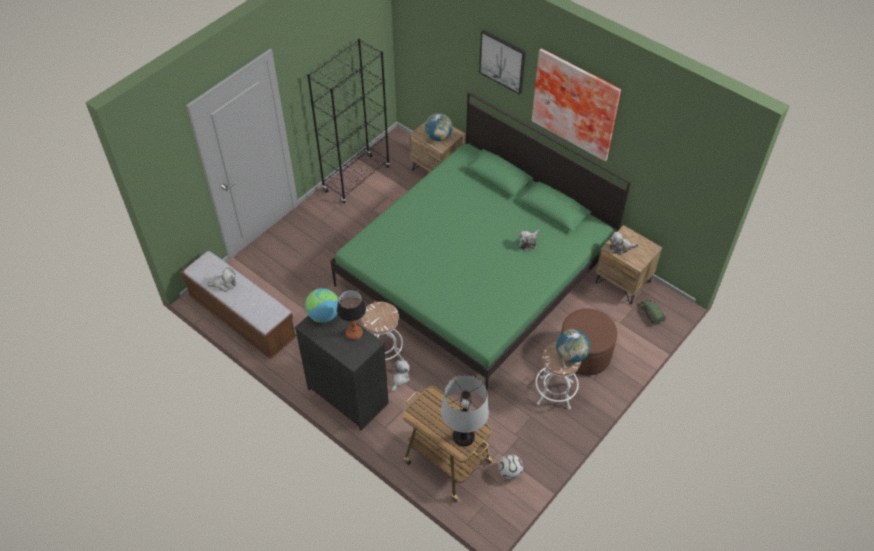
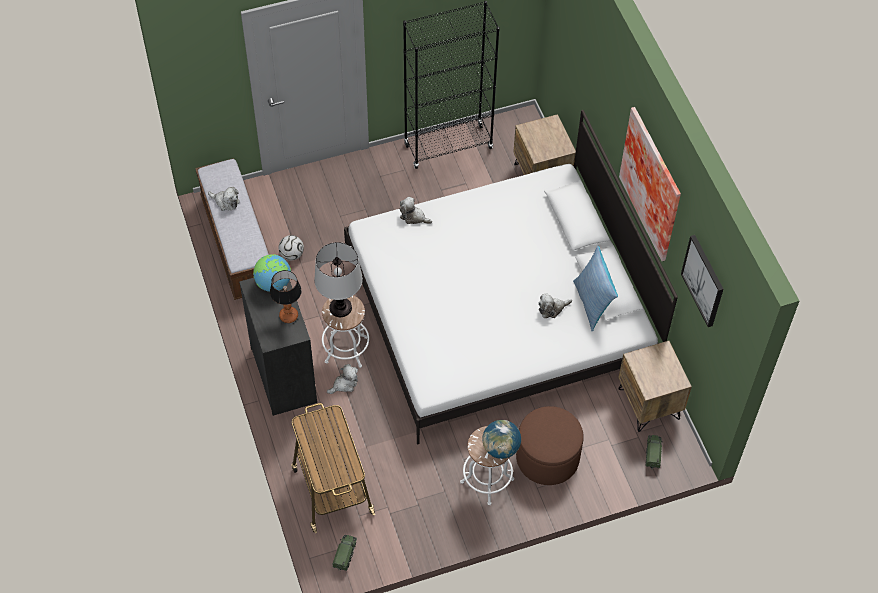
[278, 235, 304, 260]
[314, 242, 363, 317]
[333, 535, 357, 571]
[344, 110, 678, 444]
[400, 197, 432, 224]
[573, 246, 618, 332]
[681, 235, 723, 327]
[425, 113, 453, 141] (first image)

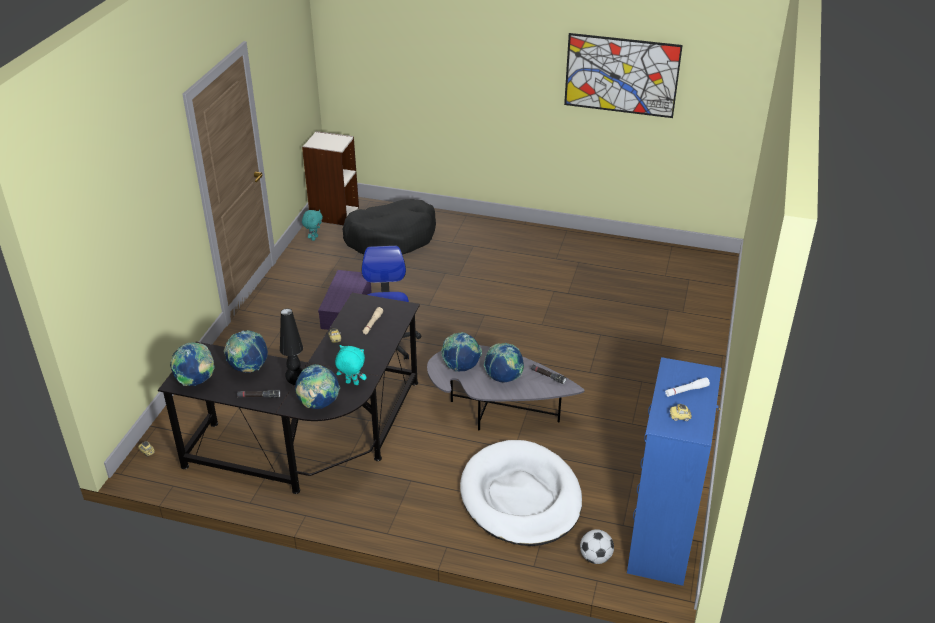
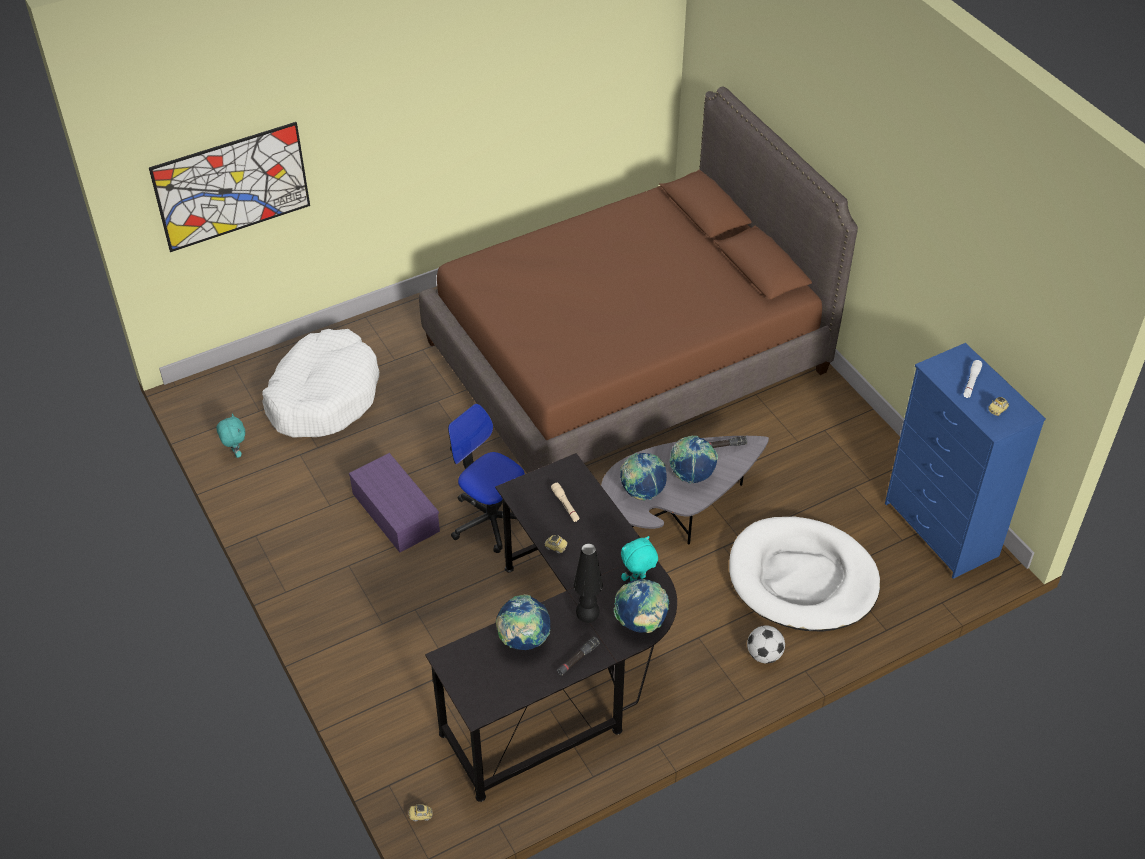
[149, 122, 310, 252]
[262, 329, 379, 438]
[419, 86, 858, 473]
[747, 625, 785, 663]
[170, 342, 215, 386] (first image)
[302, 131, 359, 225] (first image)

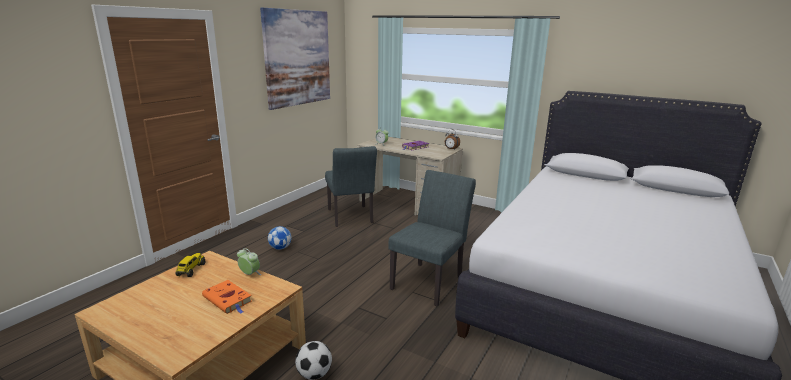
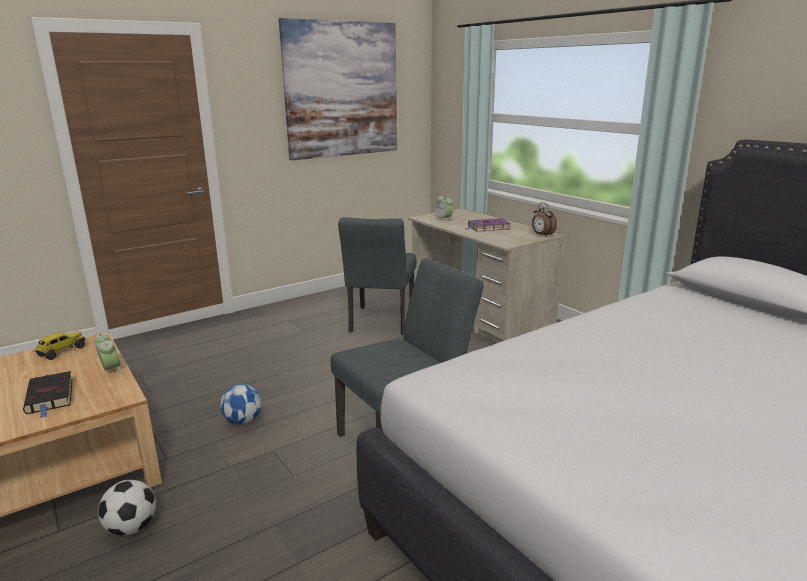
[23, 371, 73, 418]
[220, 384, 262, 425]

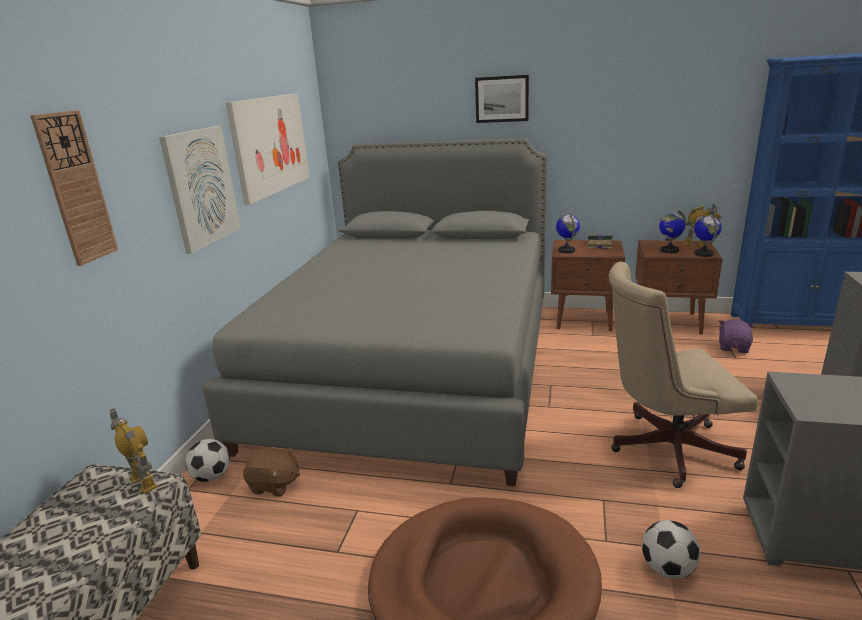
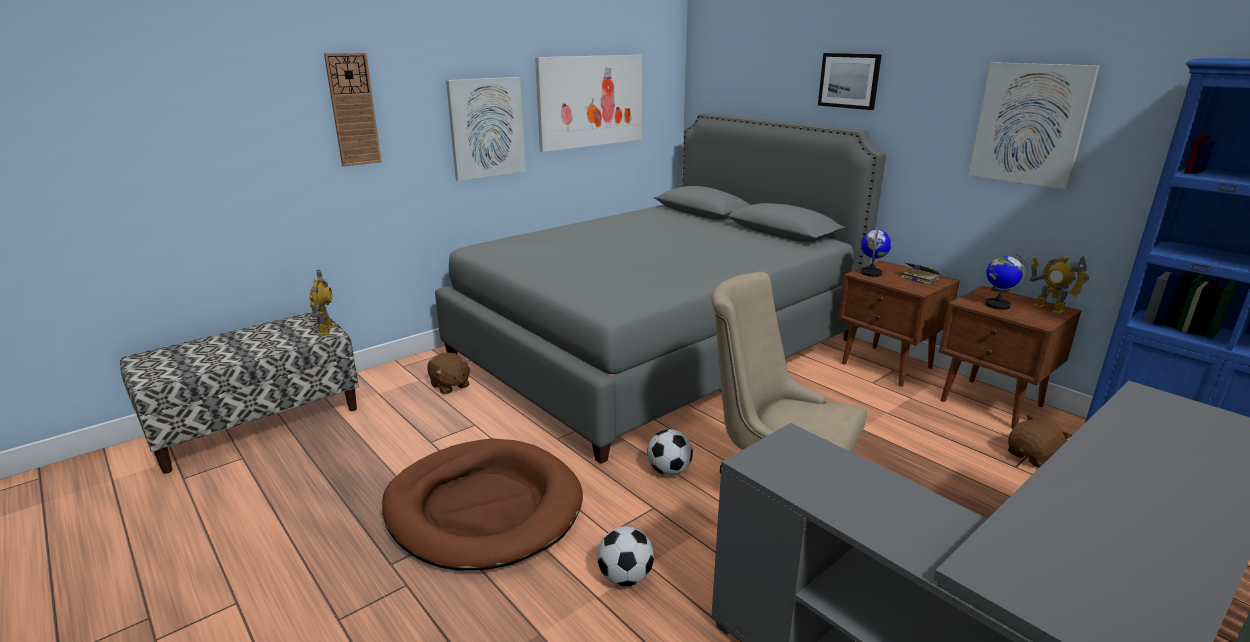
[647, 429, 693, 476]
[969, 62, 1100, 189]
[1008, 415, 1072, 468]
[694, 214, 722, 257] (first image)

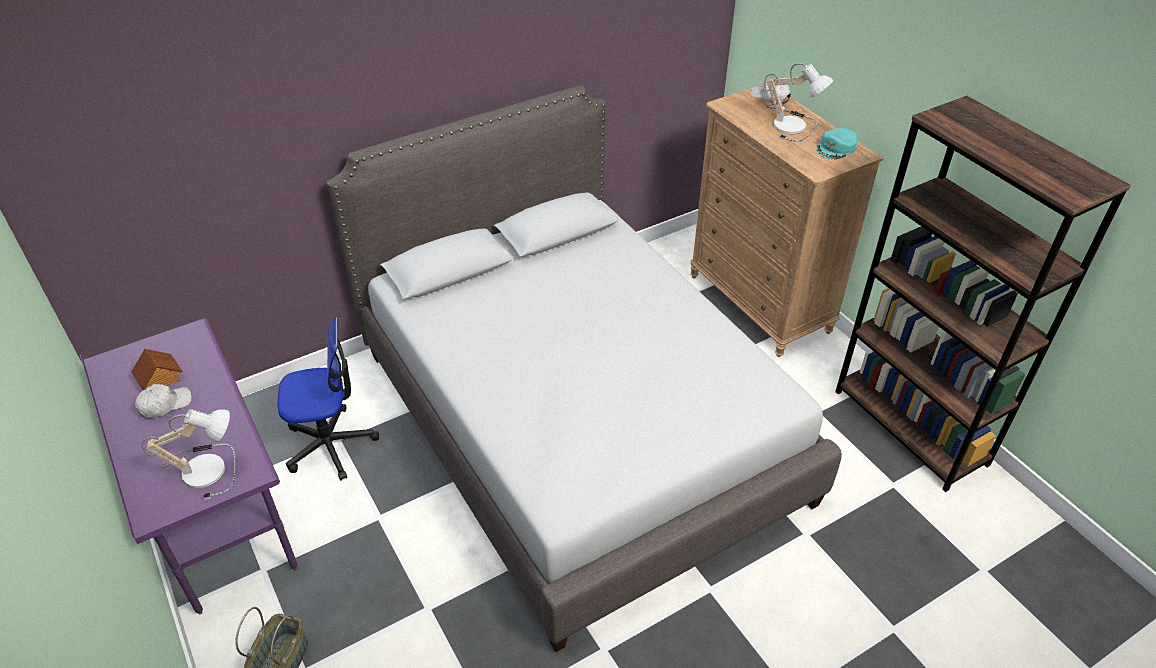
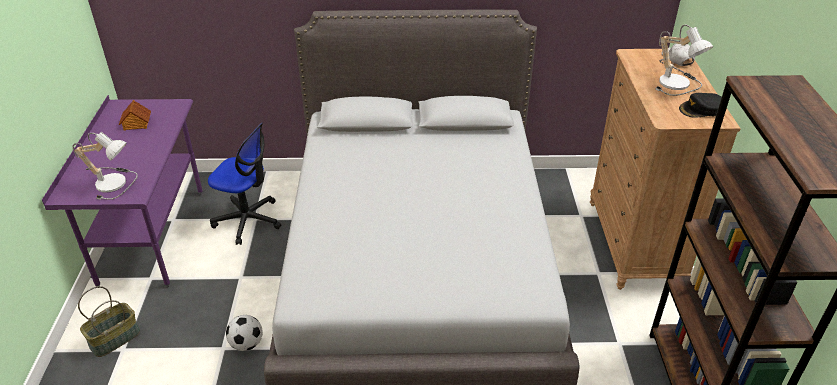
[226, 315, 263, 351]
[679, 93, 722, 118]
[135, 384, 192, 419] (first image)

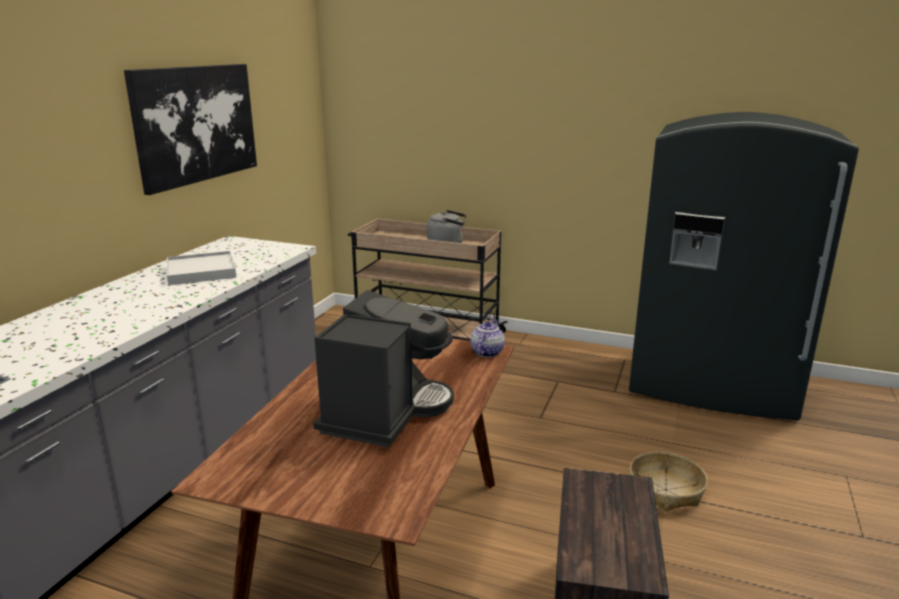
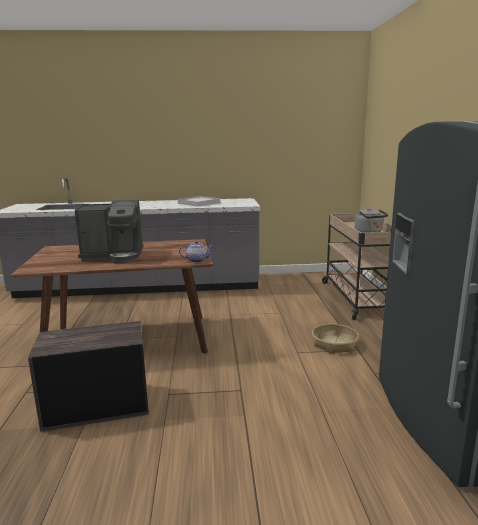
[312, 324, 359, 354]
[124, 64, 257, 195] (first image)

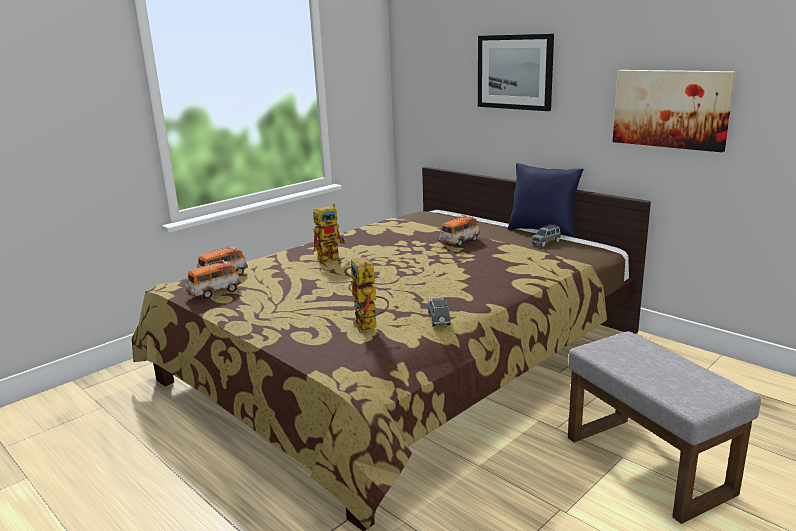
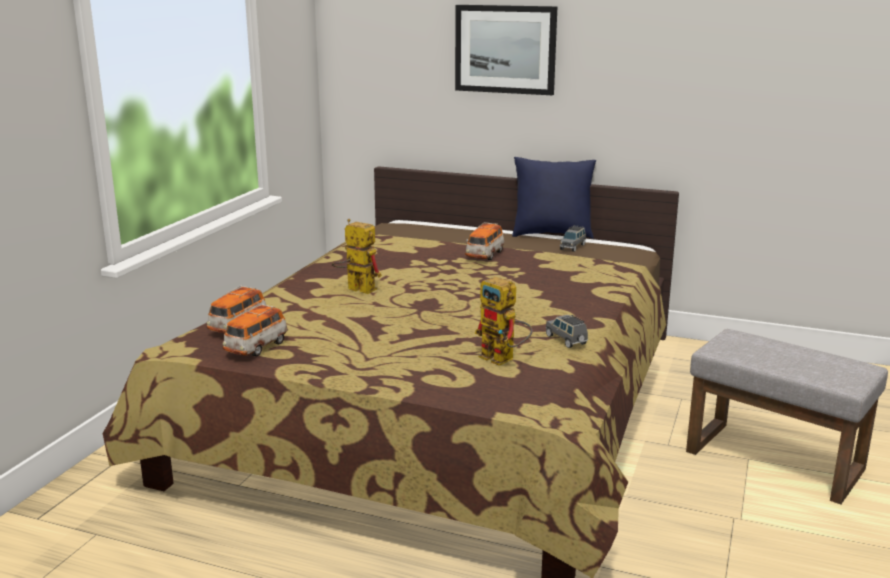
[332, 219, 382, 294]
[612, 70, 735, 152] (first image)

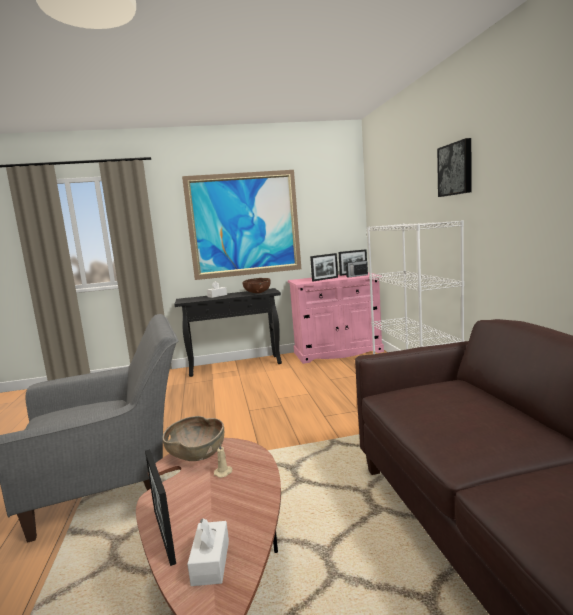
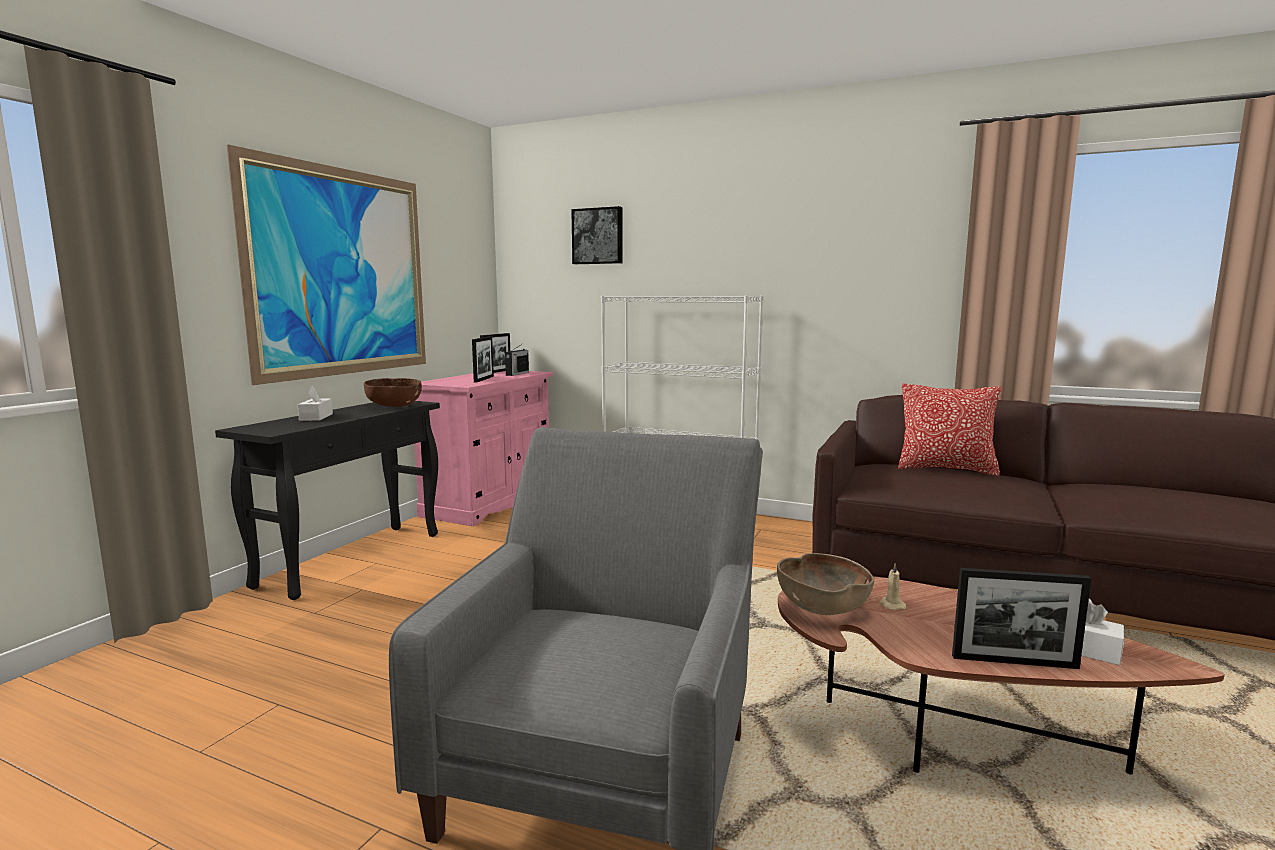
[571, 206, 623, 264]
[898, 384, 1002, 476]

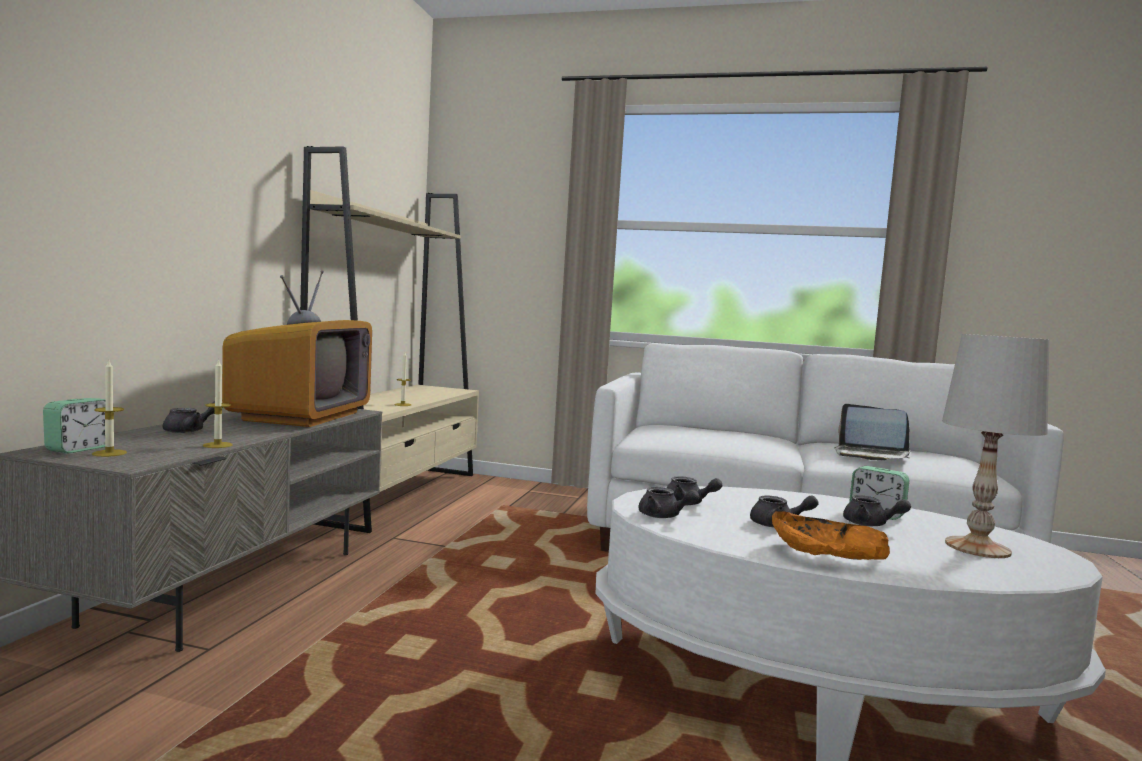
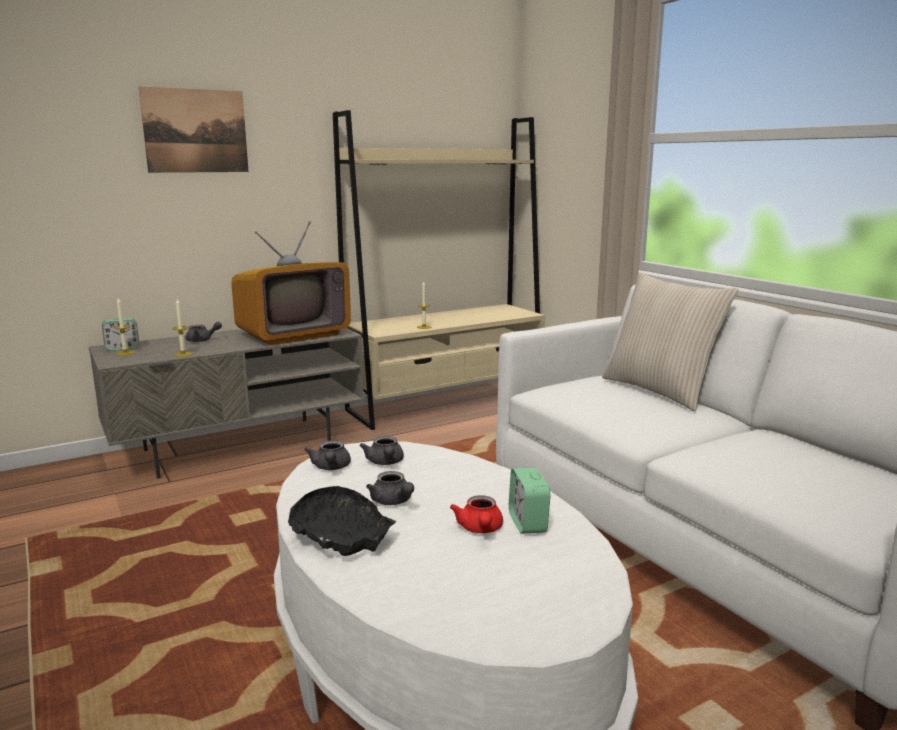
[139, 87, 249, 173]
[288, 486, 396, 556]
[450, 495, 503, 533]
[602, 272, 738, 411]
[835, 404, 910, 460] (first image)
[942, 334, 1049, 558] (first image)

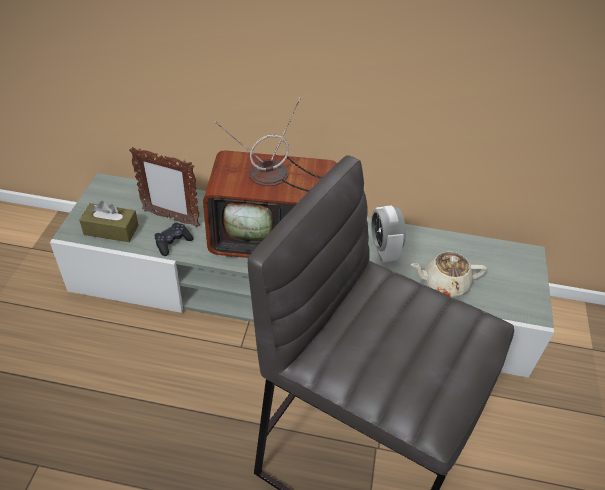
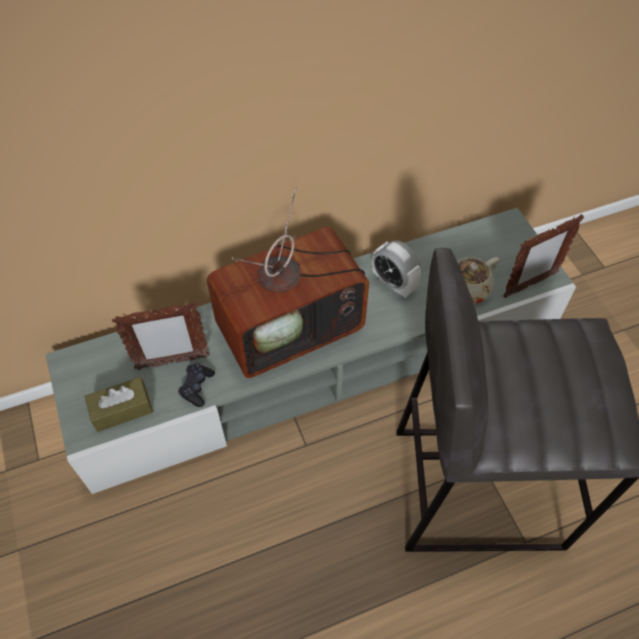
[503, 214, 584, 298]

